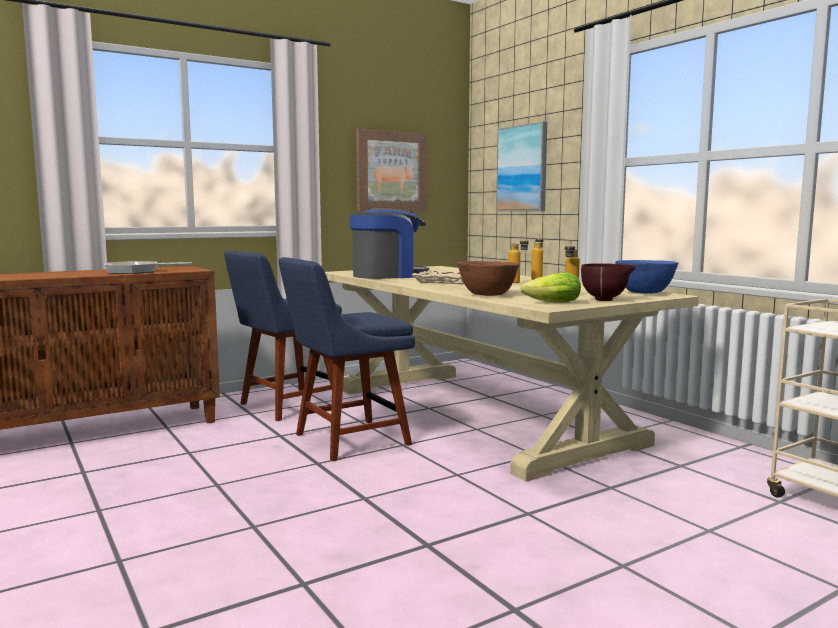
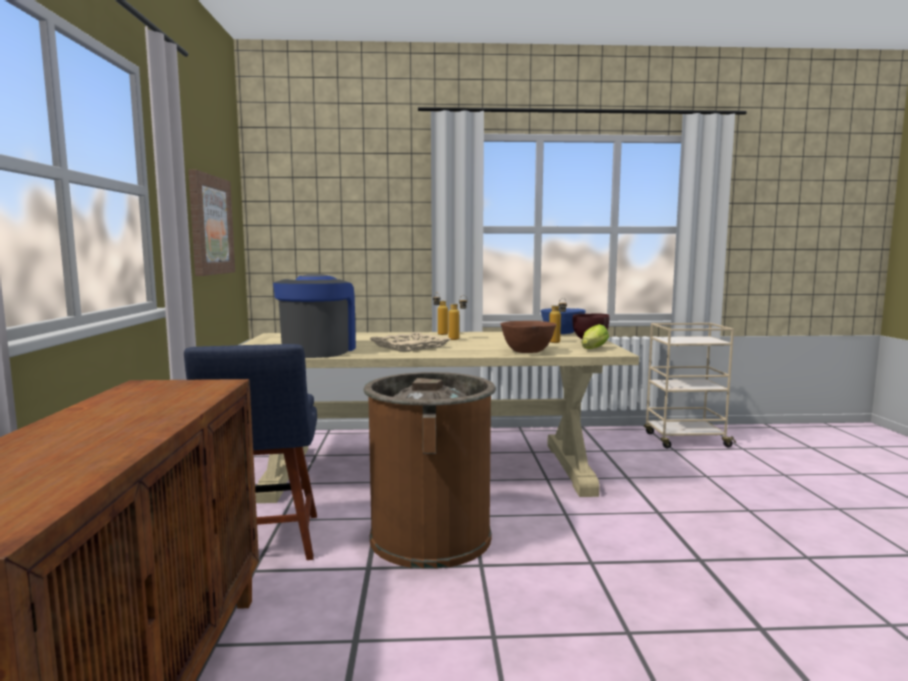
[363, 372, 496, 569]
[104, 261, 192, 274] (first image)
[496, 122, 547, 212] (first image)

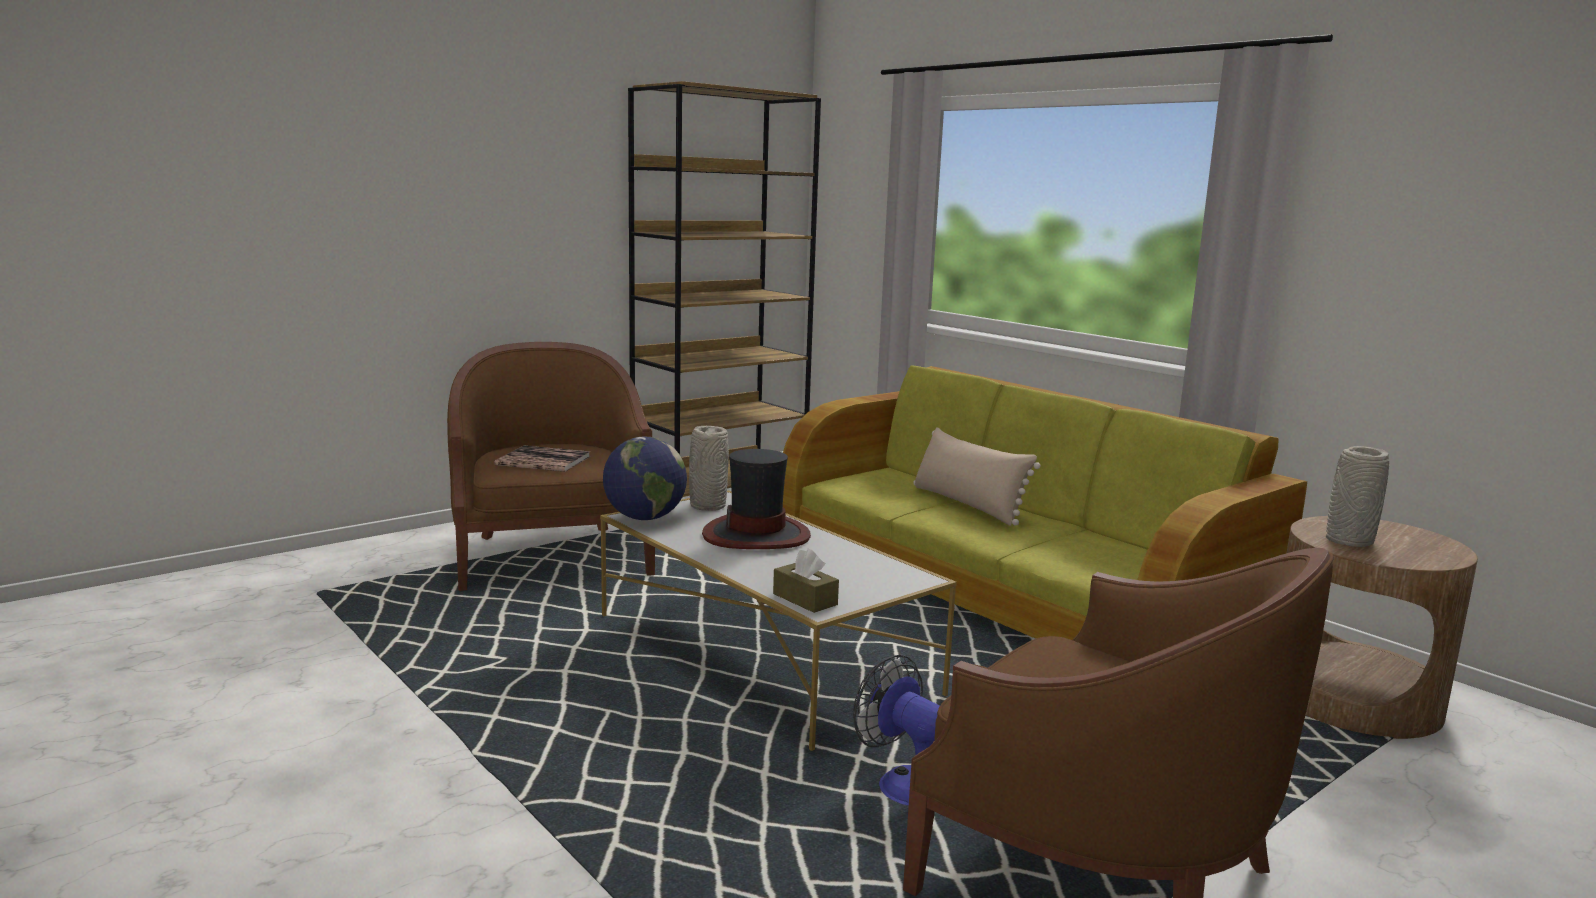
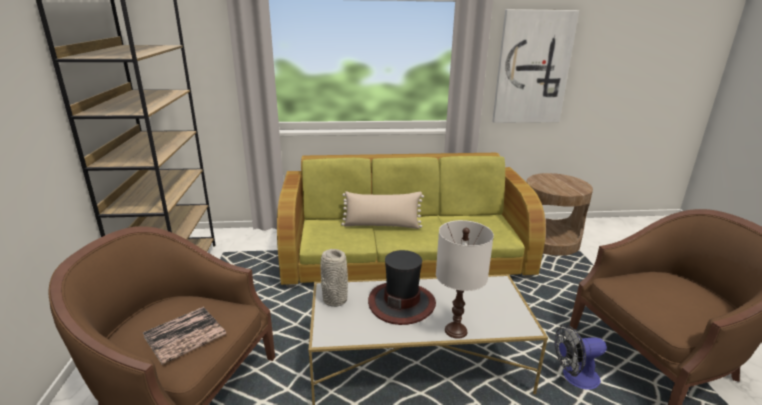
[436, 220, 494, 339]
[492, 9, 579, 123]
[603, 436, 687, 520] (first image)
[773, 549, 839, 613] (first image)
[1326, 446, 1389, 547] (first image)

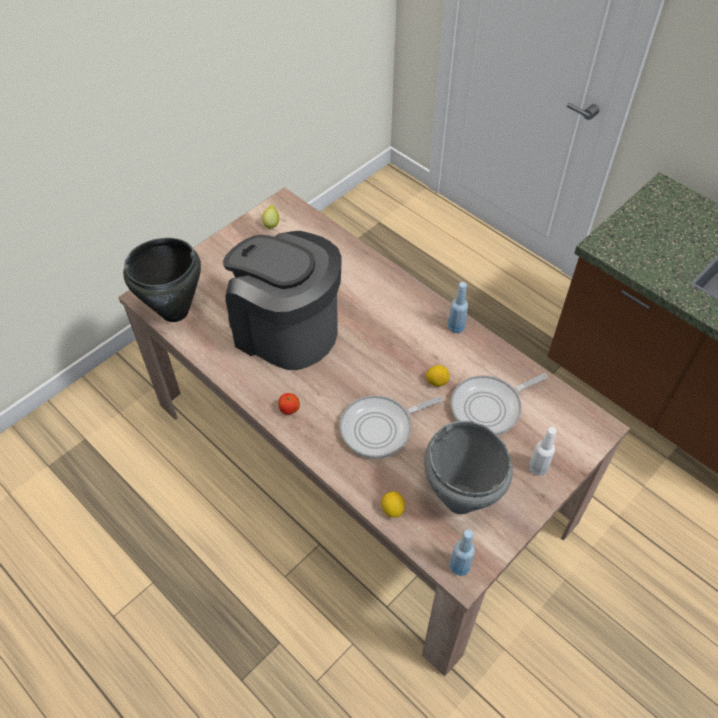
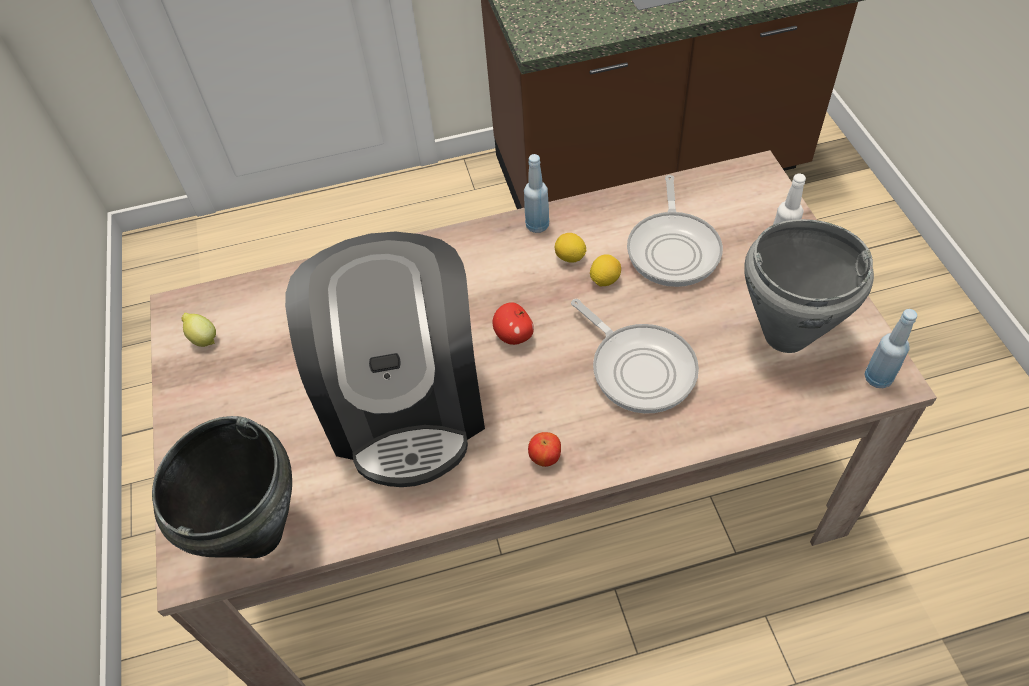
[285, 232, 485, 487]
[492, 302, 534, 345]
[555, 233, 587, 263]
[571, 299, 699, 414]

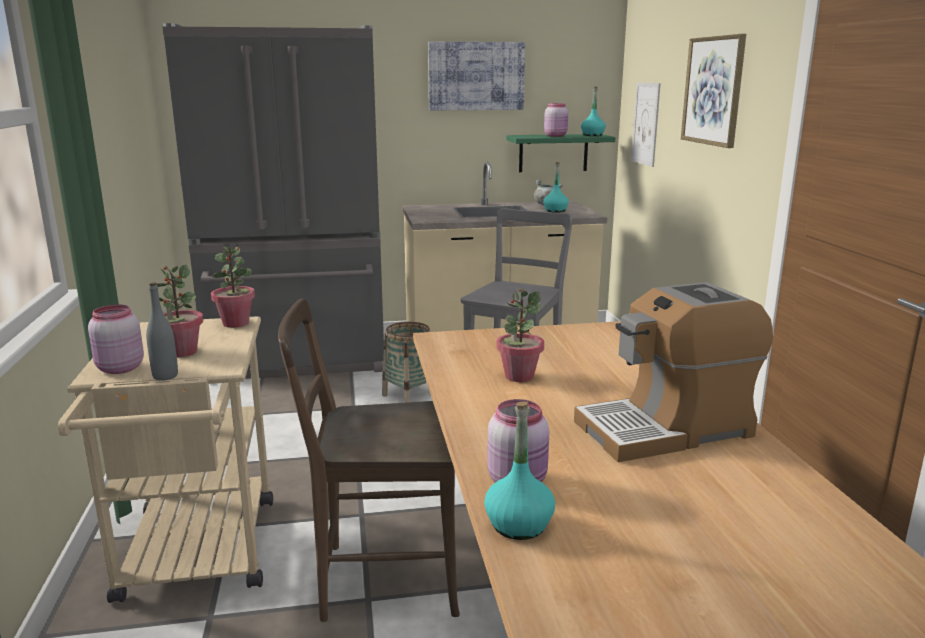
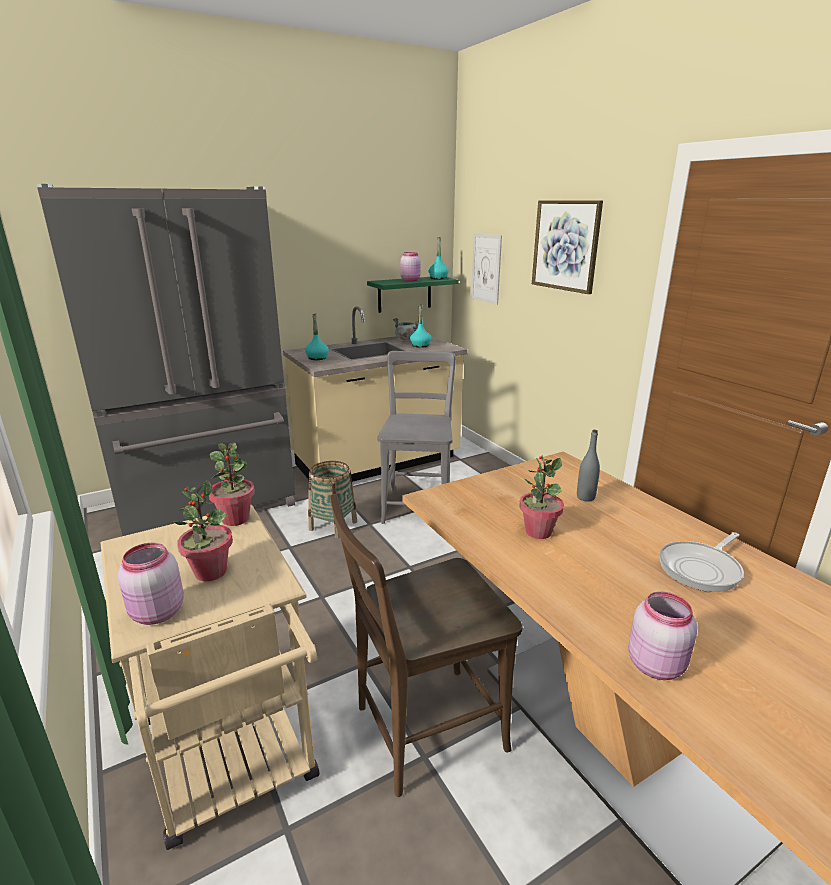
[305, 314, 329, 360]
[577, 430, 600, 502]
[659, 532, 744, 592]
[428, 42, 525, 110] (first image)

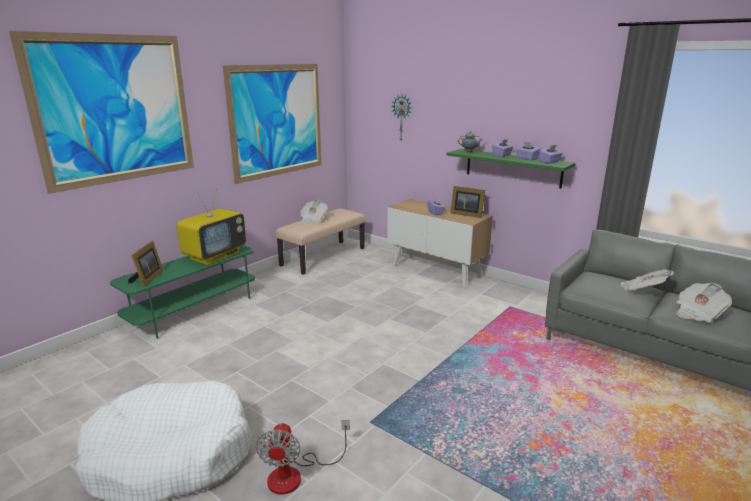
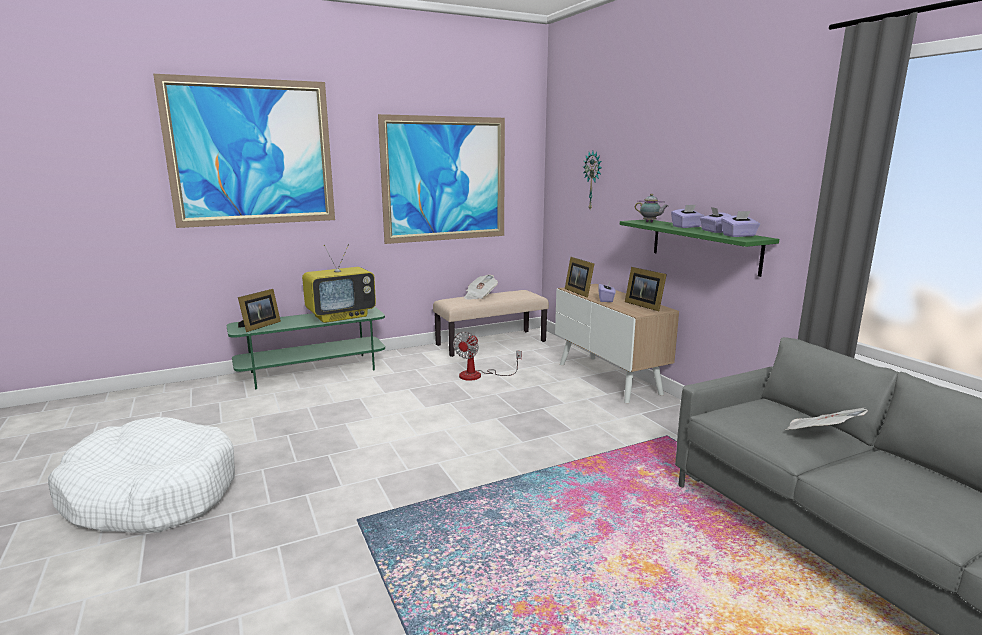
[453, 332, 522, 381]
[565, 257, 595, 298]
[676, 283, 732, 322] (first image)

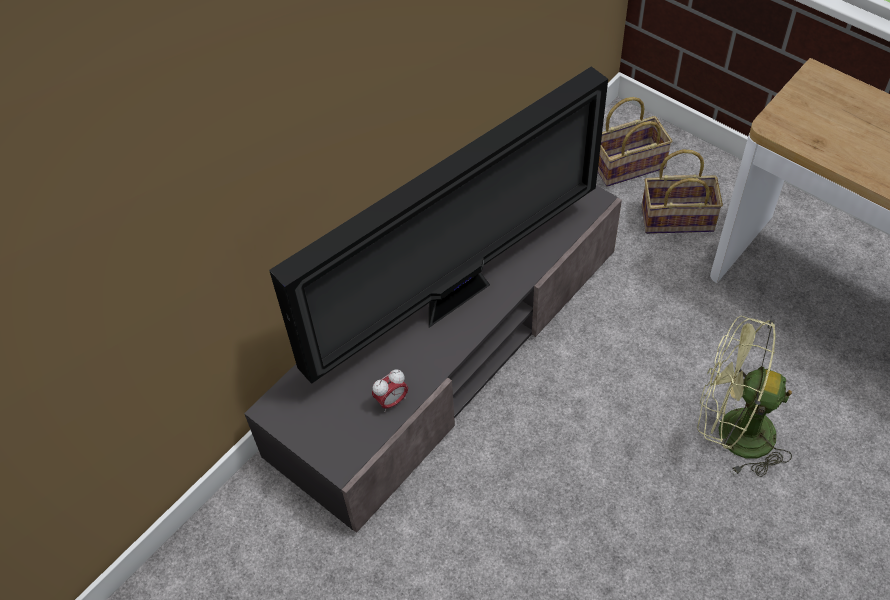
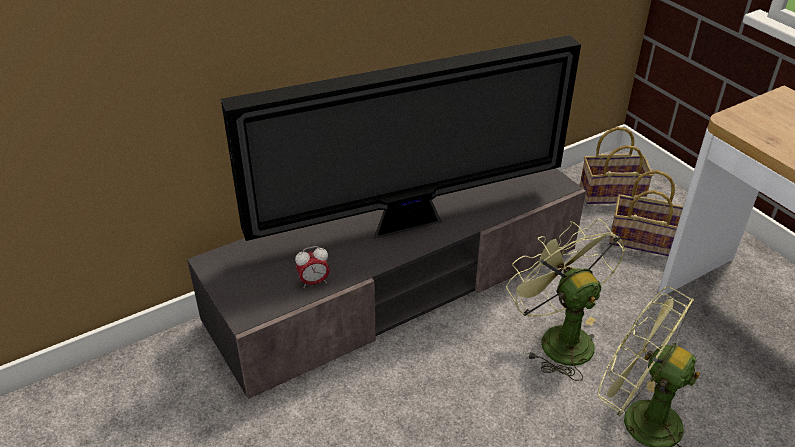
[506, 219, 625, 381]

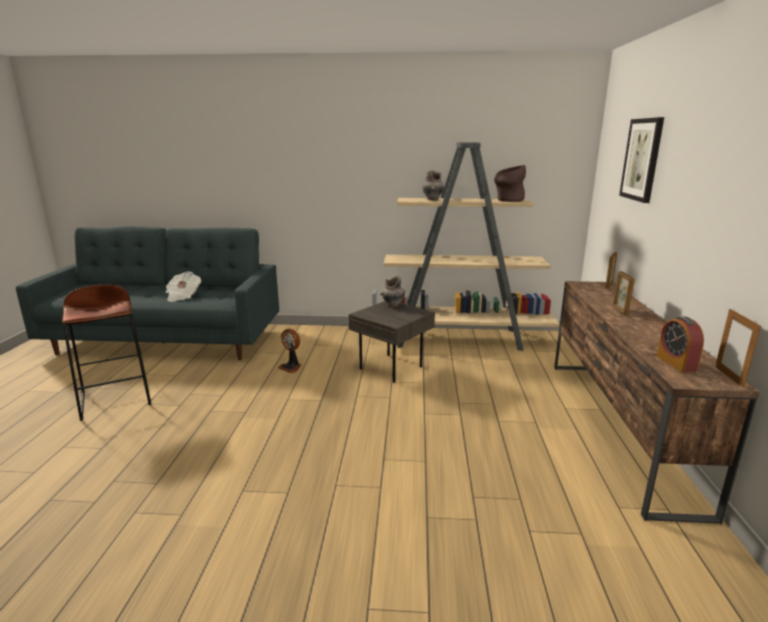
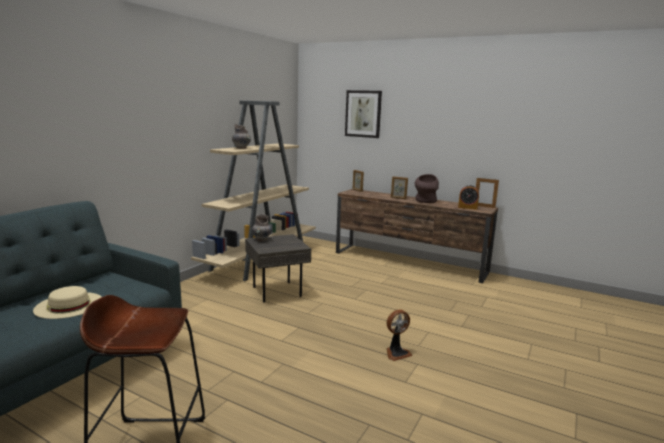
[33, 286, 102, 319]
[386, 309, 412, 361]
[415, 174, 439, 203]

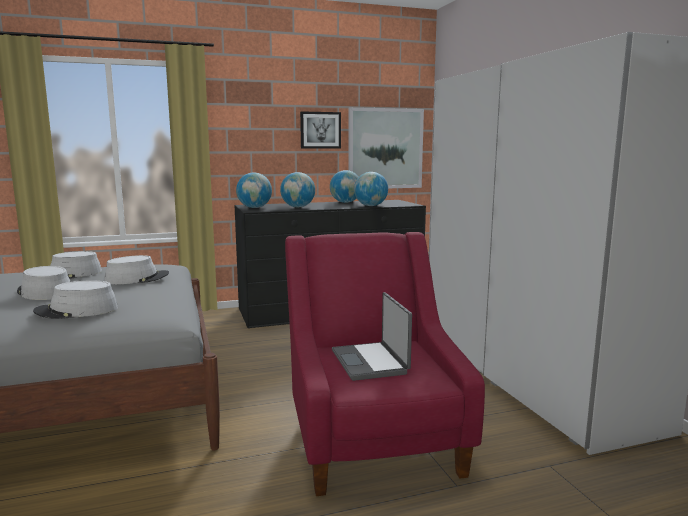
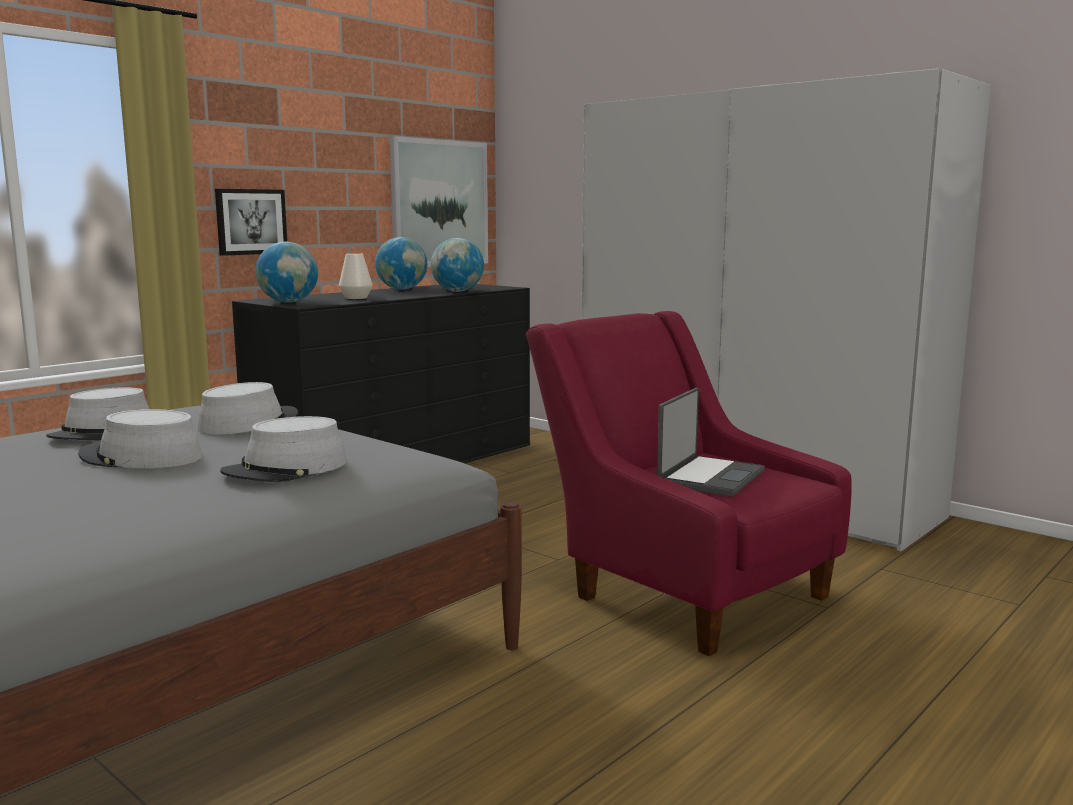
[215, 189, 287, 256]
[339, 253, 373, 299]
[657, 388, 765, 497]

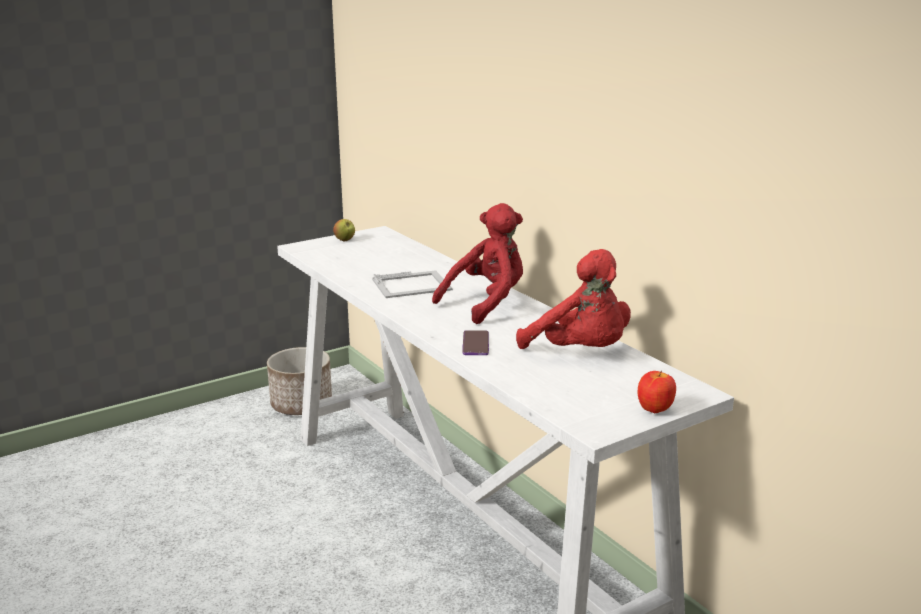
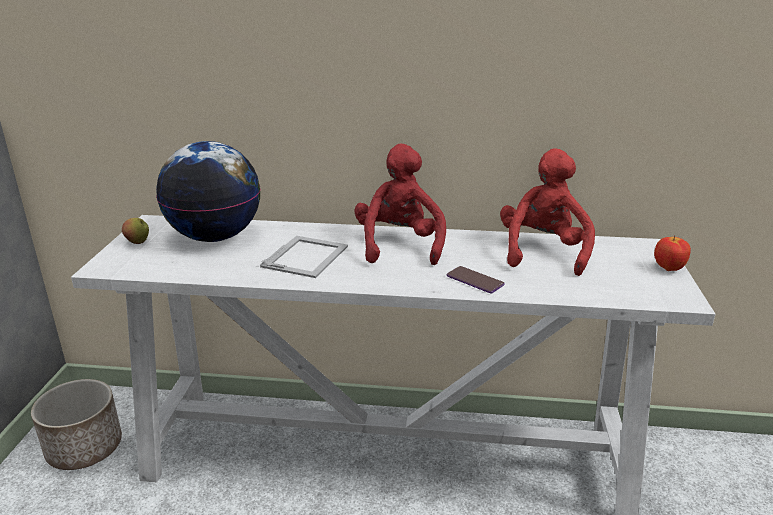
[156, 141, 261, 242]
[500, 148, 595, 276]

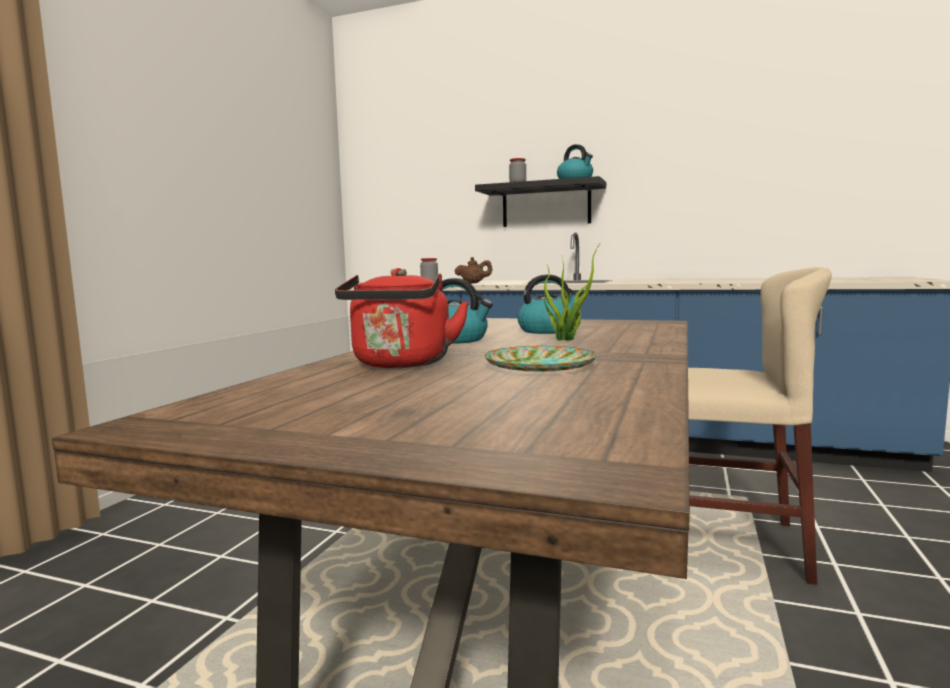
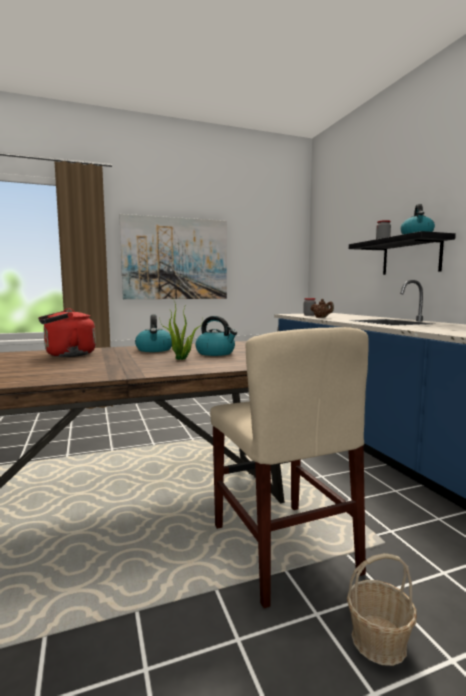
[119, 214, 227, 299]
[347, 553, 417, 666]
[484, 346, 597, 372] (first image)

